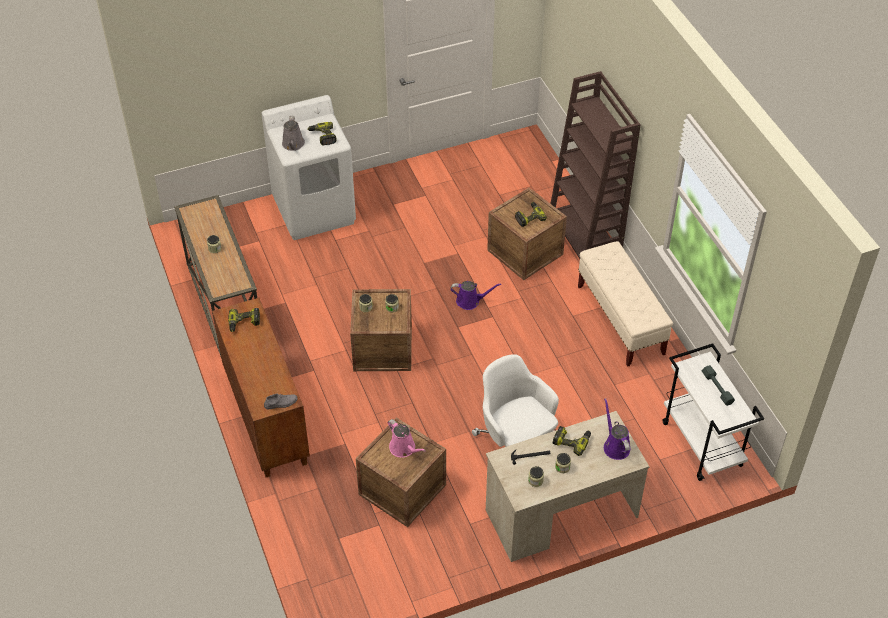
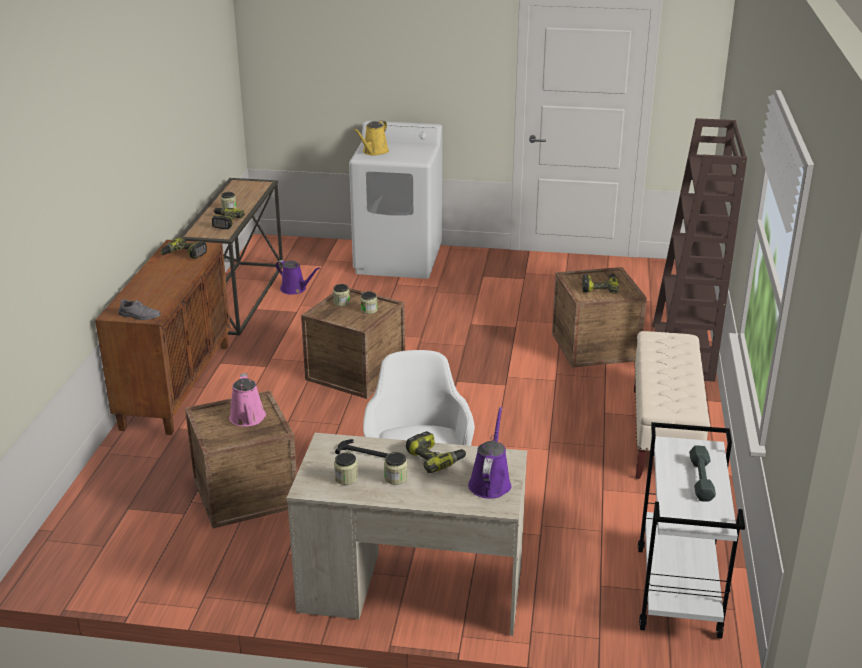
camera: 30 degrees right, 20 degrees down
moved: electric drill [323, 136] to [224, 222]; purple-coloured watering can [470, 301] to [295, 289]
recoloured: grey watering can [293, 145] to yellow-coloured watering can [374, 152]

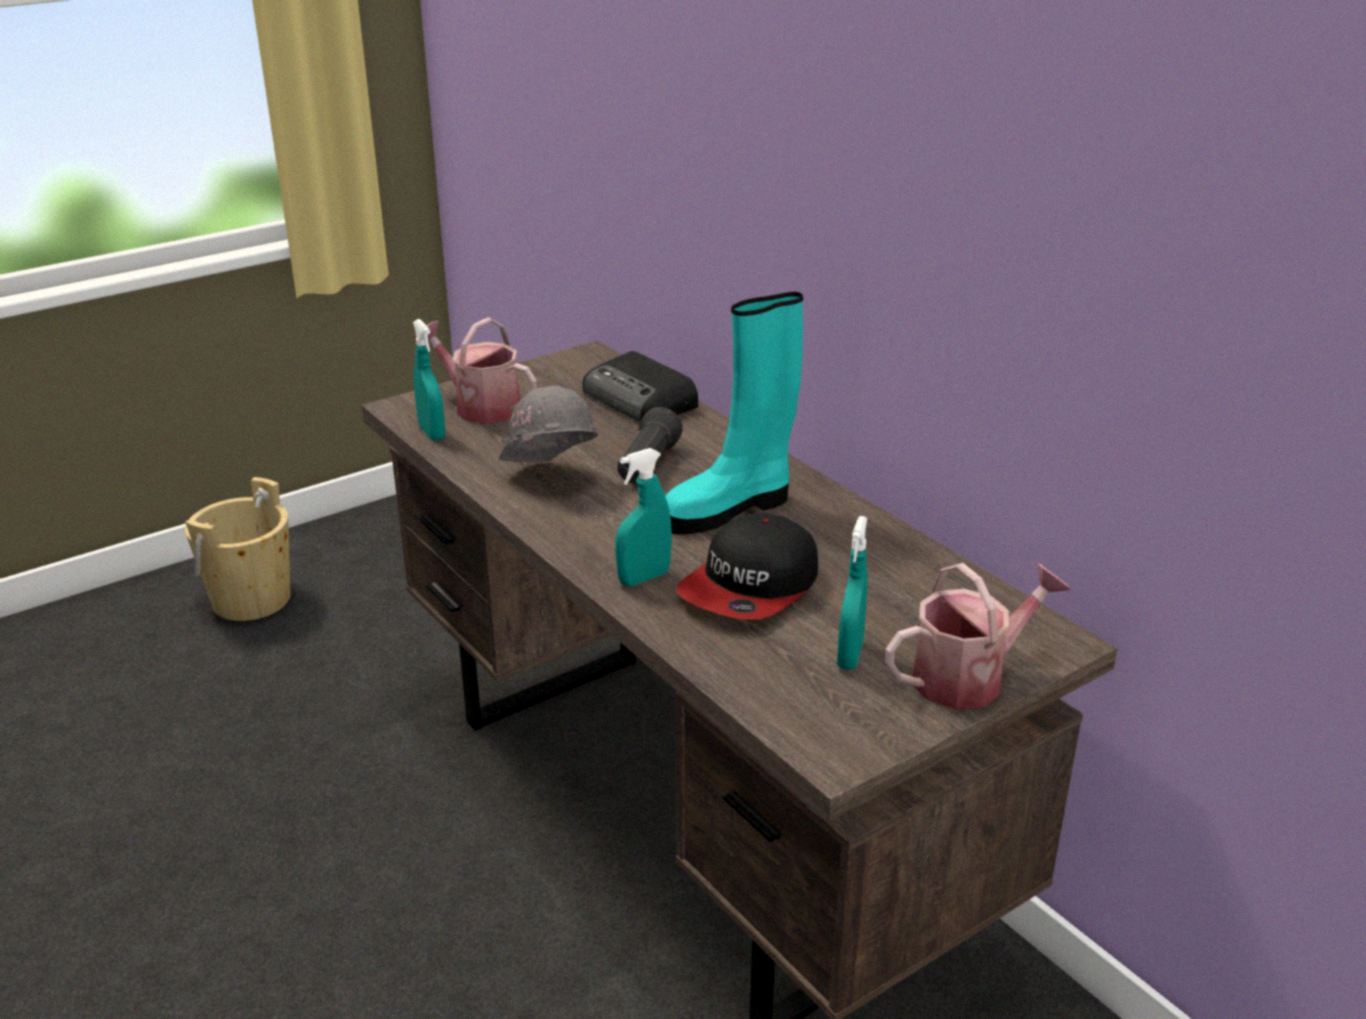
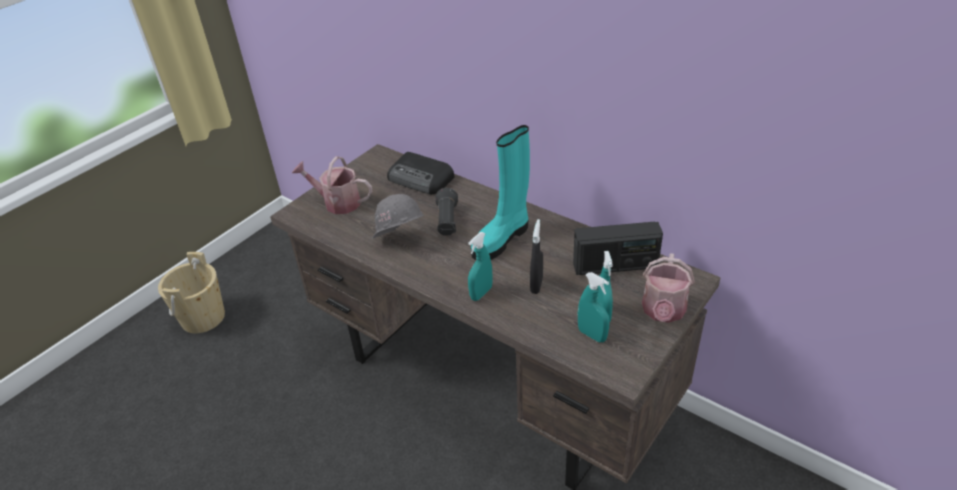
camera: 15 degrees left, 10 degrees up
added: radio receiver [615, 266]
moved: turquoise-coloured sprayer [432, 433] to [592, 335]
replaced: cap [751, 587] to blackish sprayer [536, 285]
turned: watering can [968, 677] = [663, 312] 150 degrees clockwise

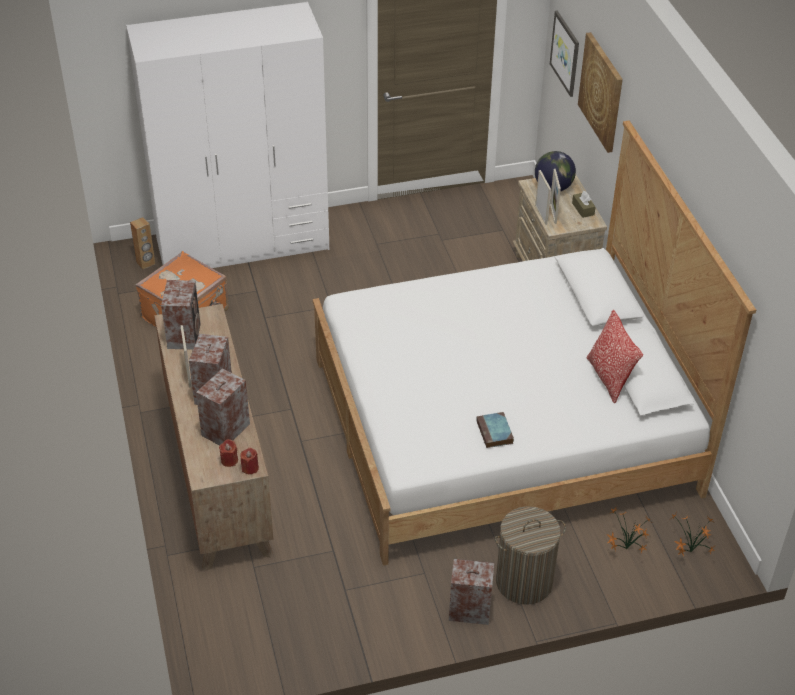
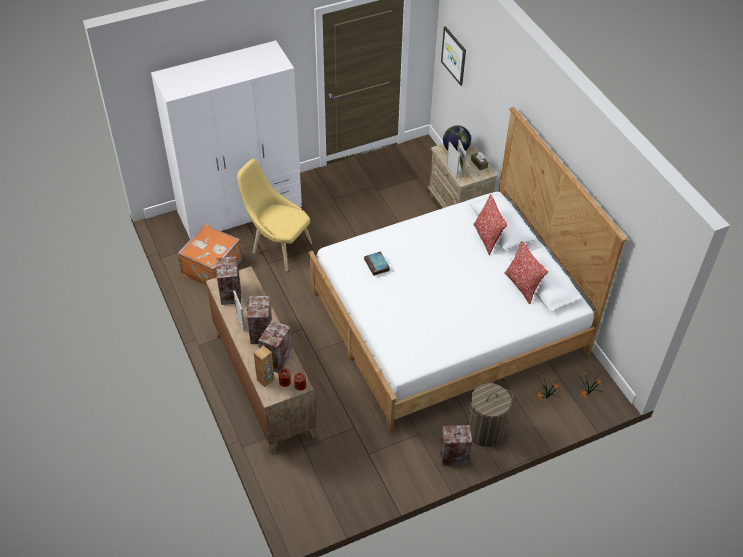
camera: 10 degrees left, 5 degrees up
removed: wall art [601, 92]
added: yellow-coloured chair [278, 247]; cushion [487, 238]
moved: brown-coloured audio speaker [146, 263] to [265, 380]; book [495, 433] to [377, 265]

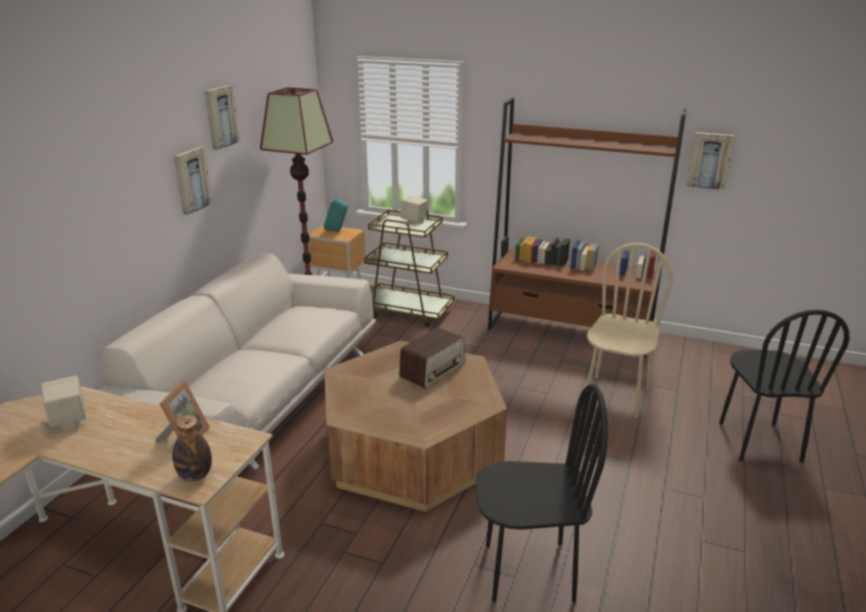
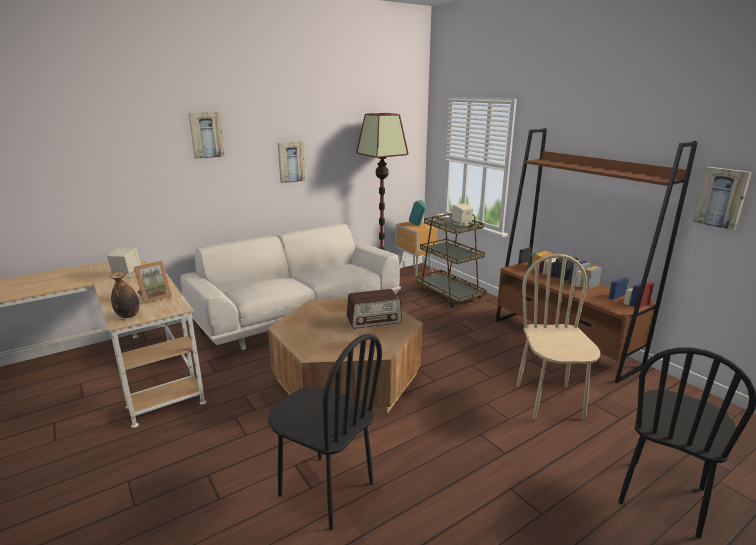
camera: 35 degrees right, 5 degrees down
moved: wall art [220, 117] to [206, 135]
turned: sand-coloured chair [616, 396] = [550, 401] 60 degrees counterclockwise

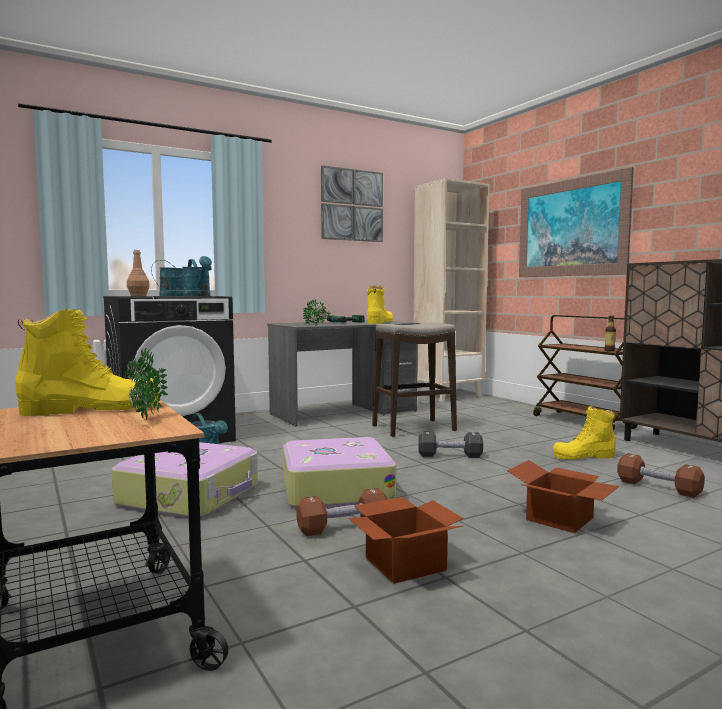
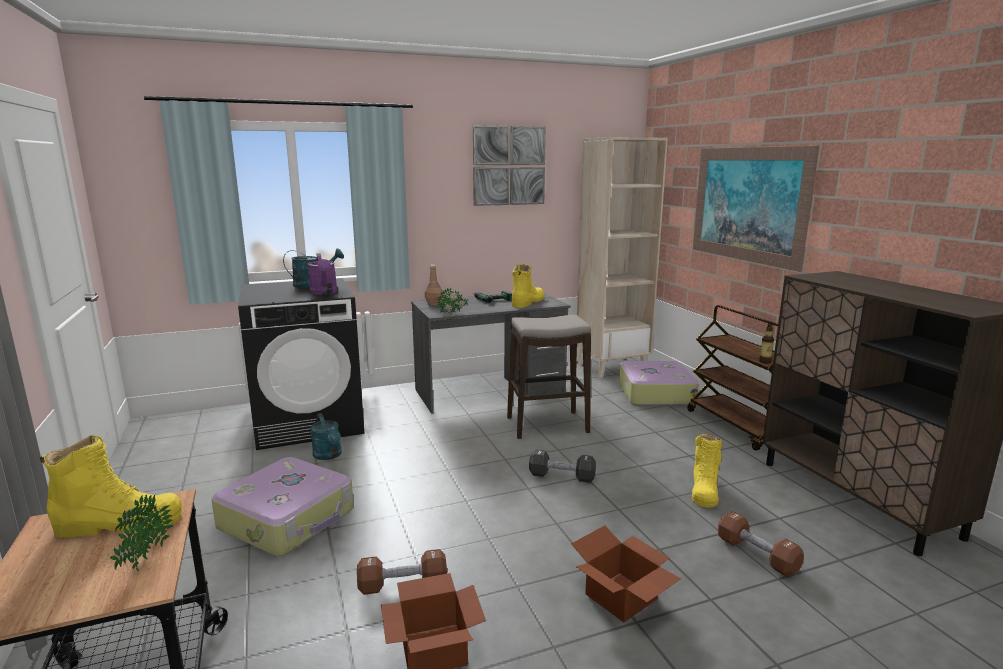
camera: 10 degrees right, 10 degrees up
moved: brown-coloured bottle [138, 296] to [434, 304]; travel case [335, 488] to [655, 393]
recoloured: turquoise-coloured watering can [198, 296] to purple-coloured watering can [324, 293]
turned: yellow-coloured boot [584, 456] = [704, 490] 75 degrees counterclockwise

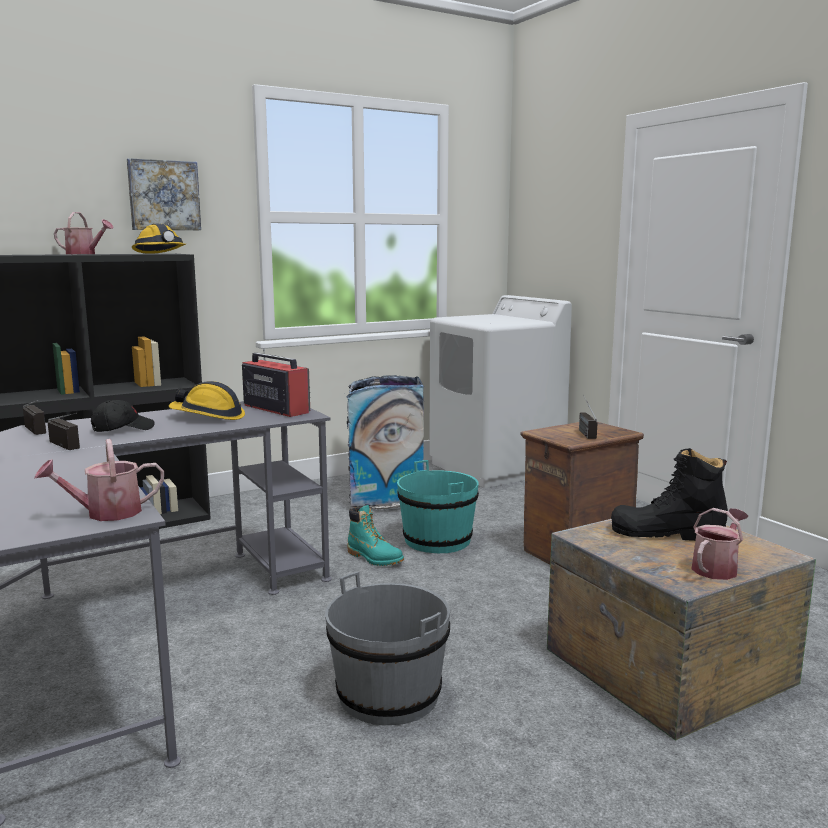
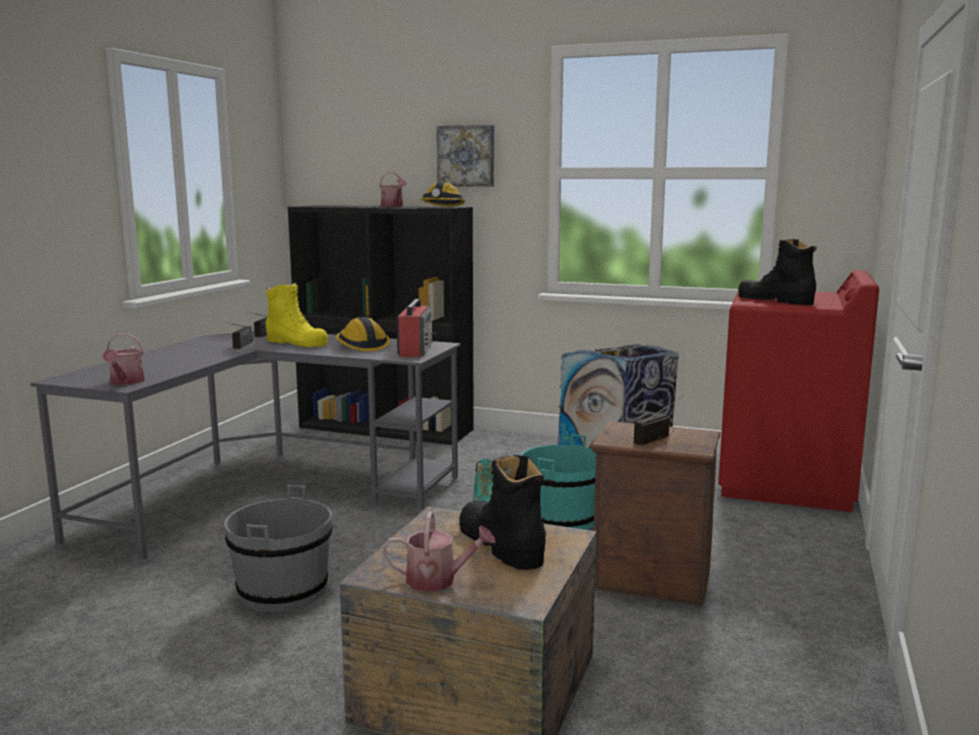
camera: 50 degrees right, 0 degrees up
added: blackish boot [774, 300]
replaced: blackish cap [122, 429] to yellow-coloured boot [297, 343]
recoloured: whitish laundry appliance [496, 468] to red-coloured laundry appliance [786, 483]
turned: watering can [106, 513] = [125, 382] 120 degrees counterclockwise

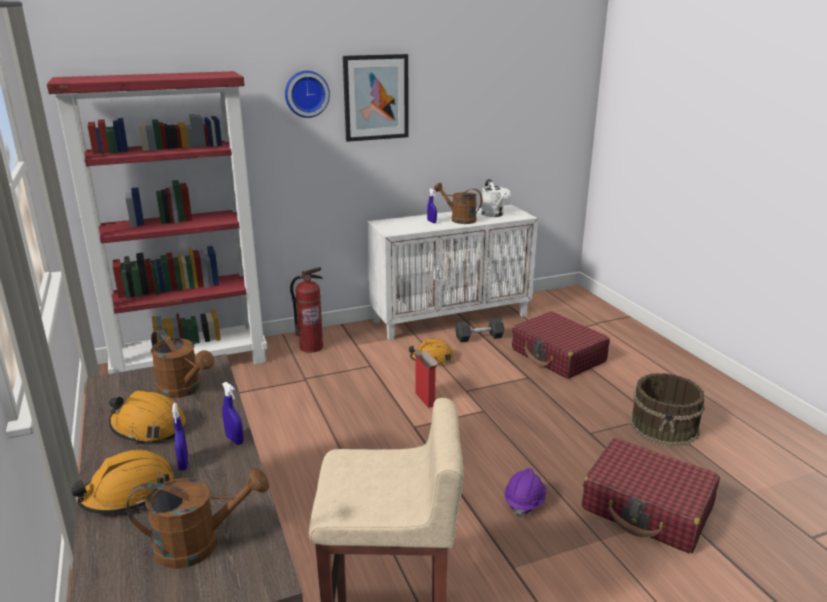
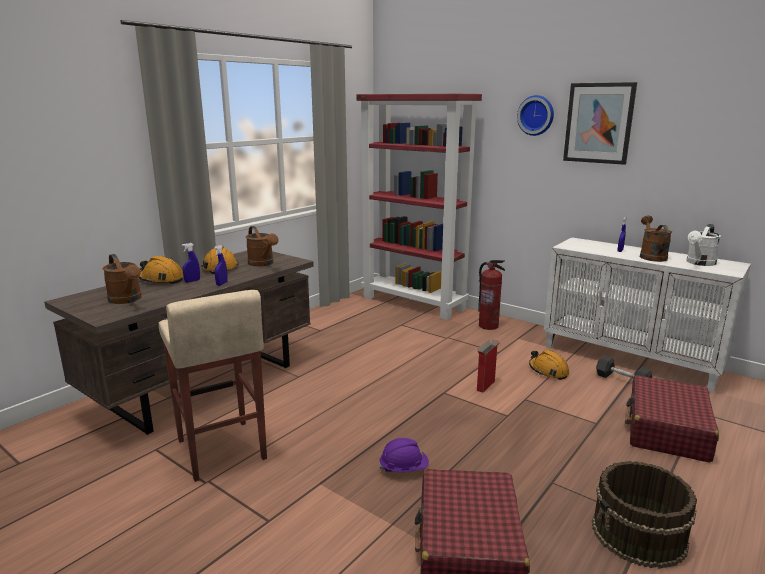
camera: 60 degrees right, 5 degrees down
turned: brown-coloured watering can [184, 390] = [263, 264] 45 degrees counterclockwise

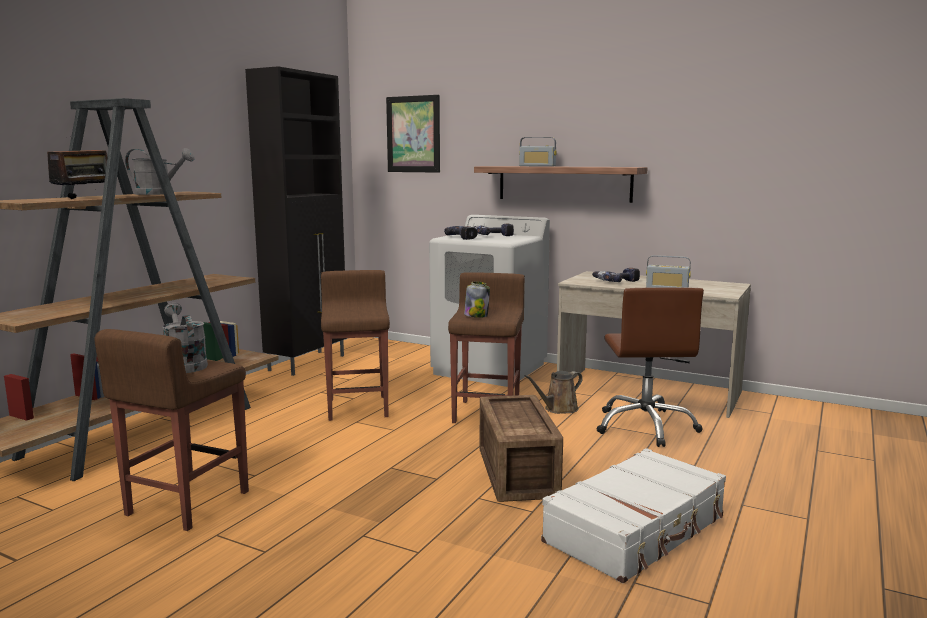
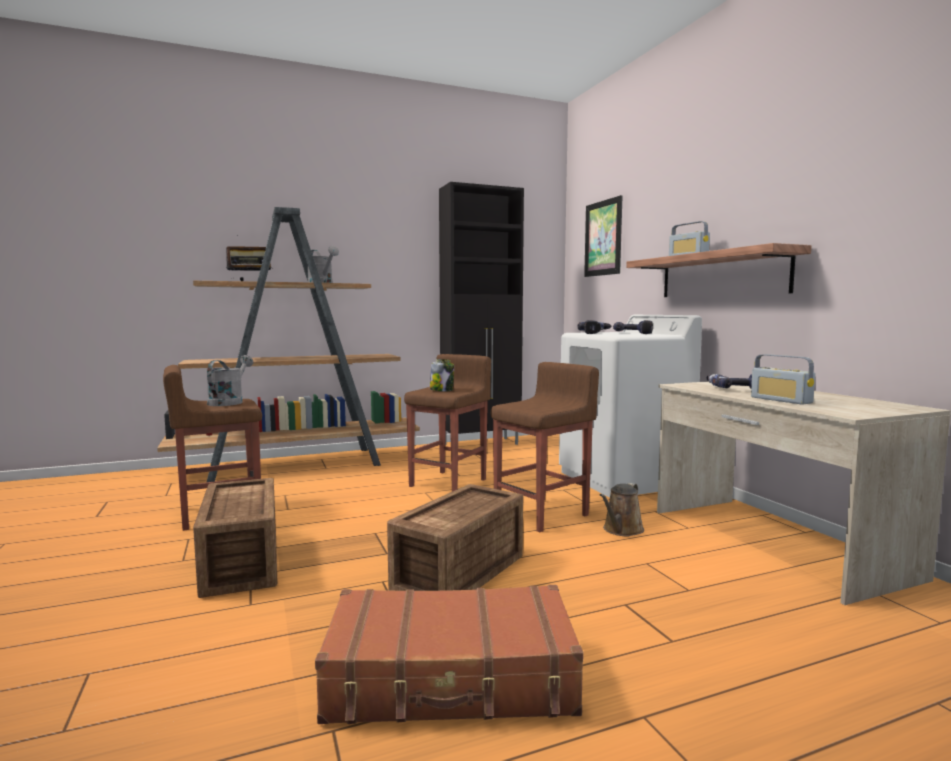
camera: 40 degrees right, 5 degrees down
removed: brown-coloured desk chair [645, 426]
added: crate [239, 563]
moved: preserve jar [476, 316] to [442, 390]
recoloured: whitish travel case [636, 530] to brown-coloured travel case [451, 678]
turned: brown-coloured watering can [558, 409] = [621, 530] 60 degrees counterclockwise

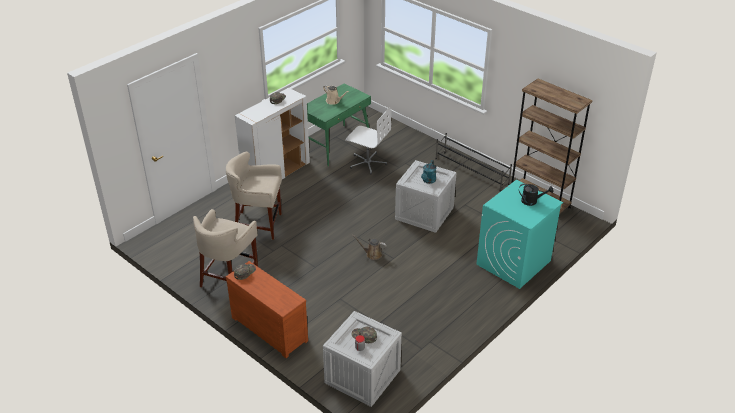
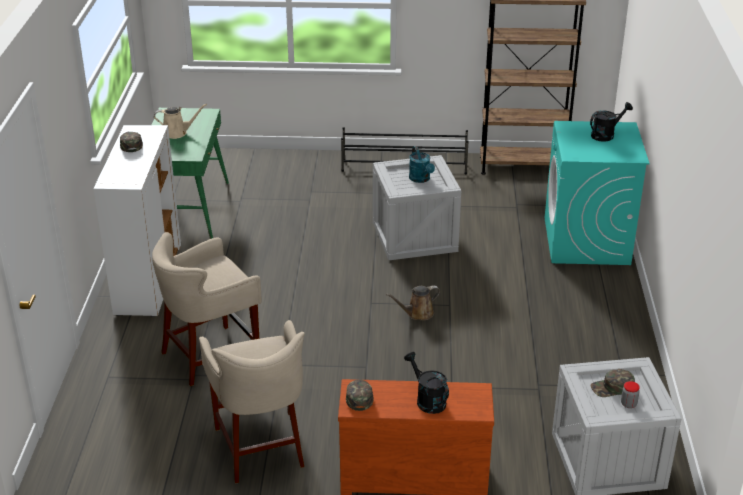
camera: 40 degrees left, 5 degrees down
removed: whitish desk chair [367, 163]
added: blackish watering can [427, 400]

